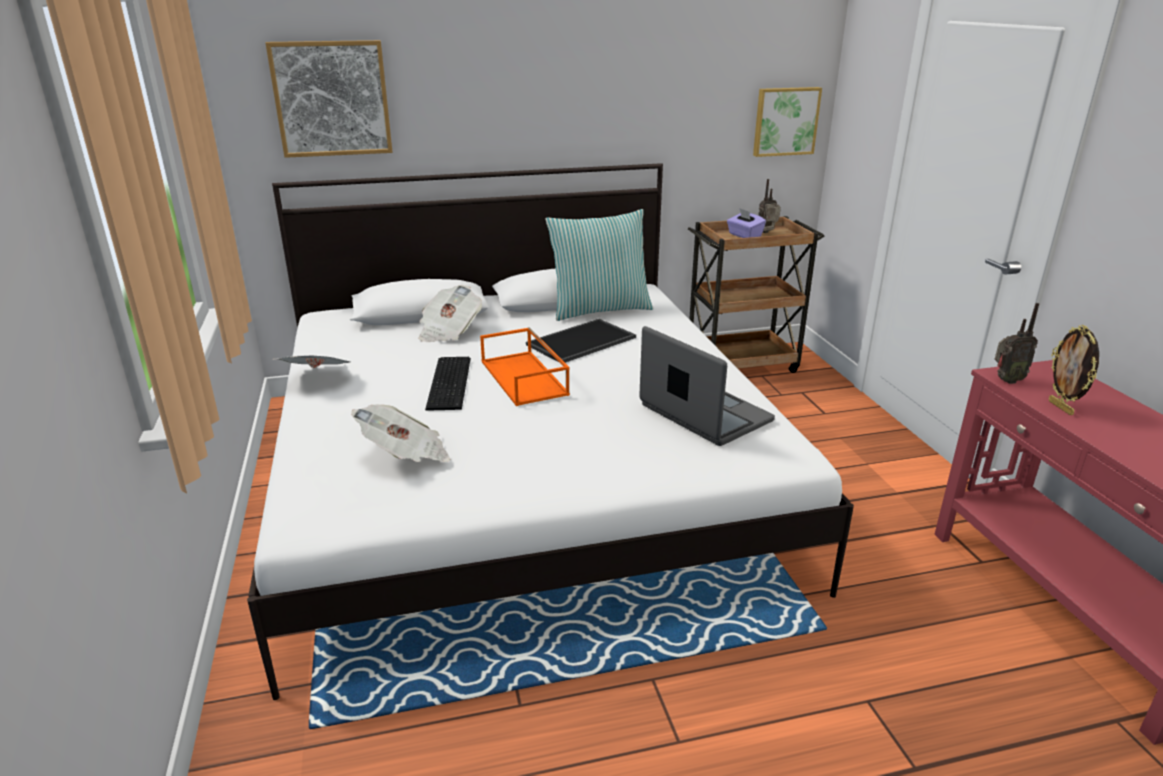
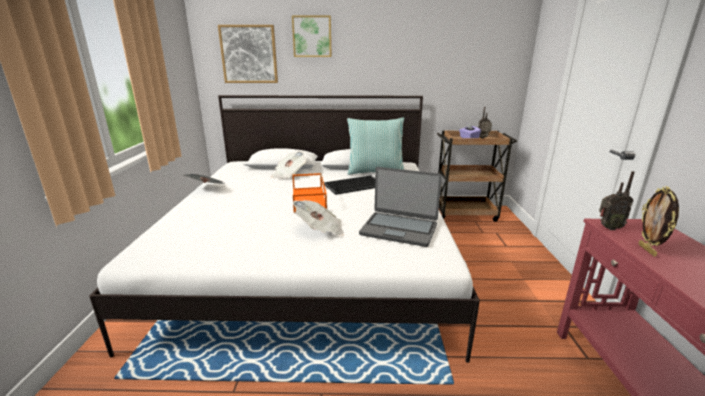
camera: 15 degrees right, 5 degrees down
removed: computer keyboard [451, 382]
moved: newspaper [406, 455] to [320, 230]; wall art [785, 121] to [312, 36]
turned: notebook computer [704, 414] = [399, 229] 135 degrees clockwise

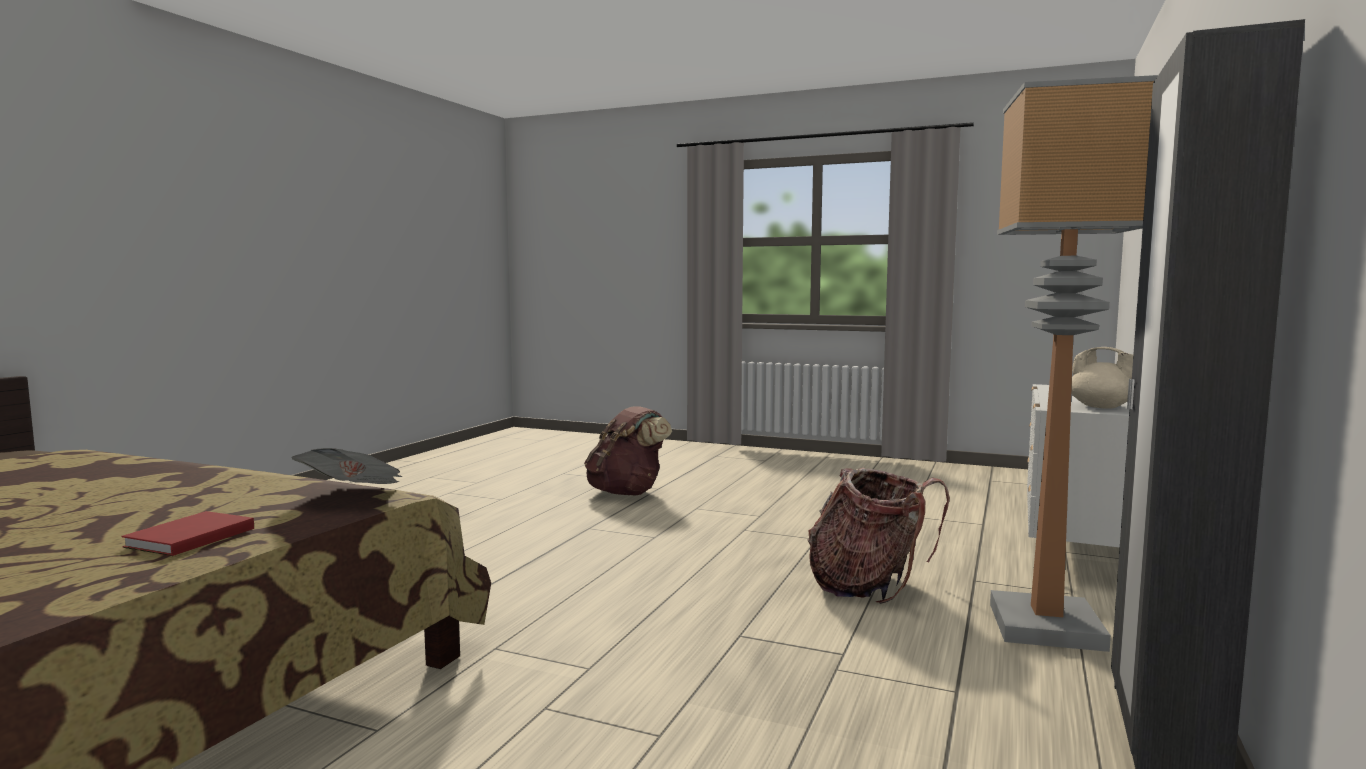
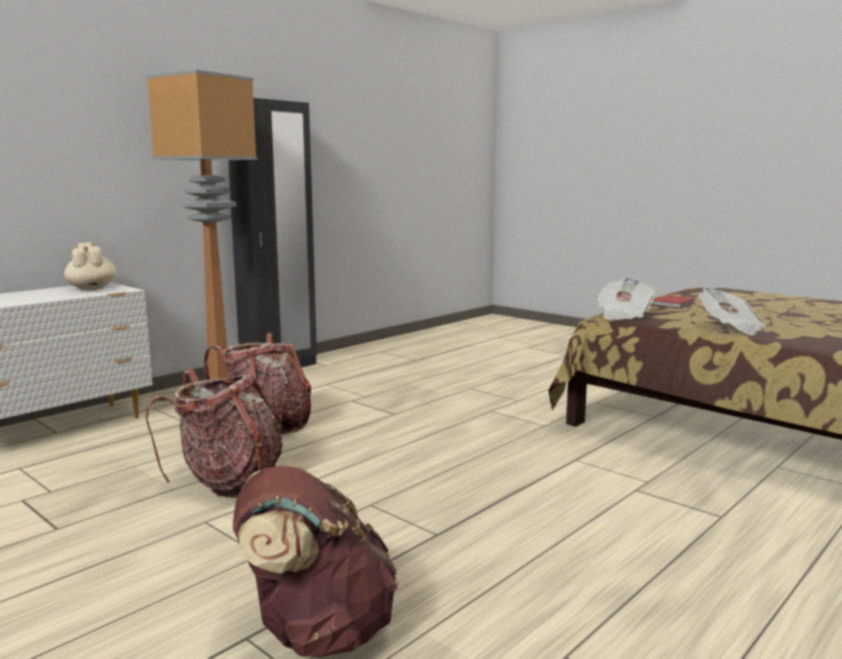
camera: 160 degrees left, 5 degrees up
added: knapsack [229, 481]; newspaper [730, 328]

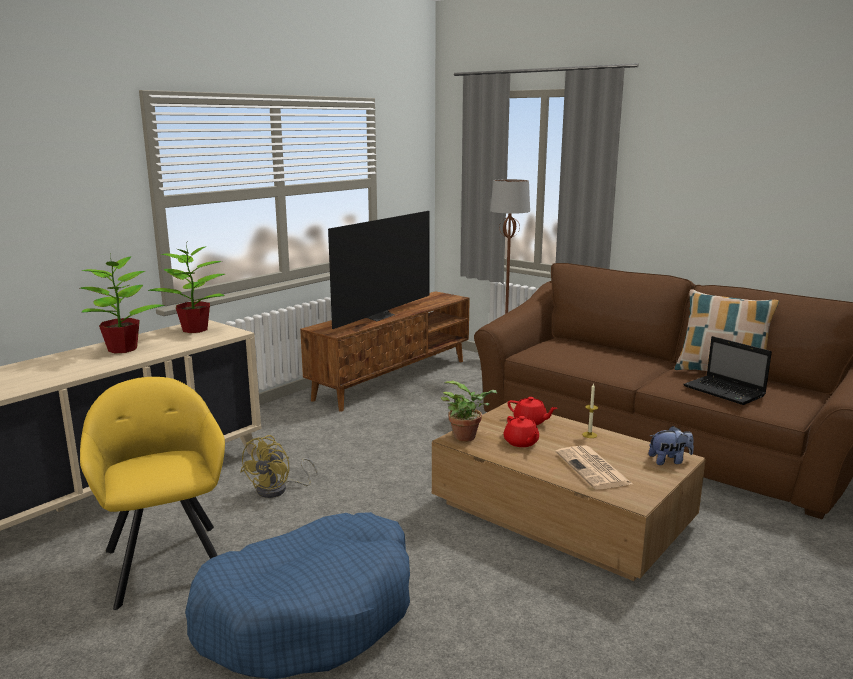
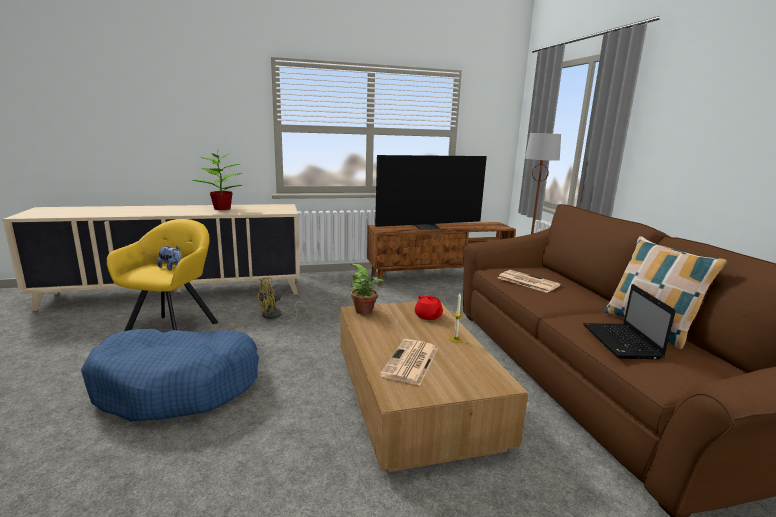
camera: 35 degrees right, 0 degrees up
removed: plant in a pot [196, 329]; red-coloured pot for tea [521, 442]
added: newspaper [527, 281]
moved: plush toy [669, 461] to [172, 268]

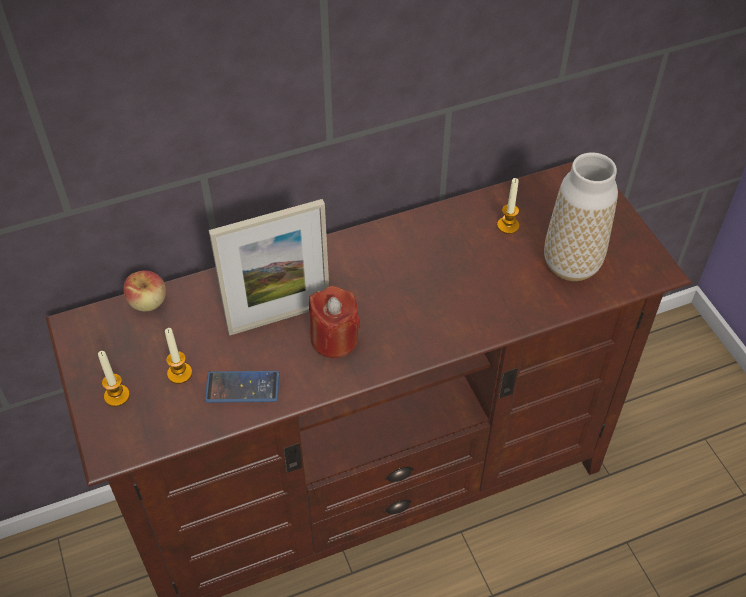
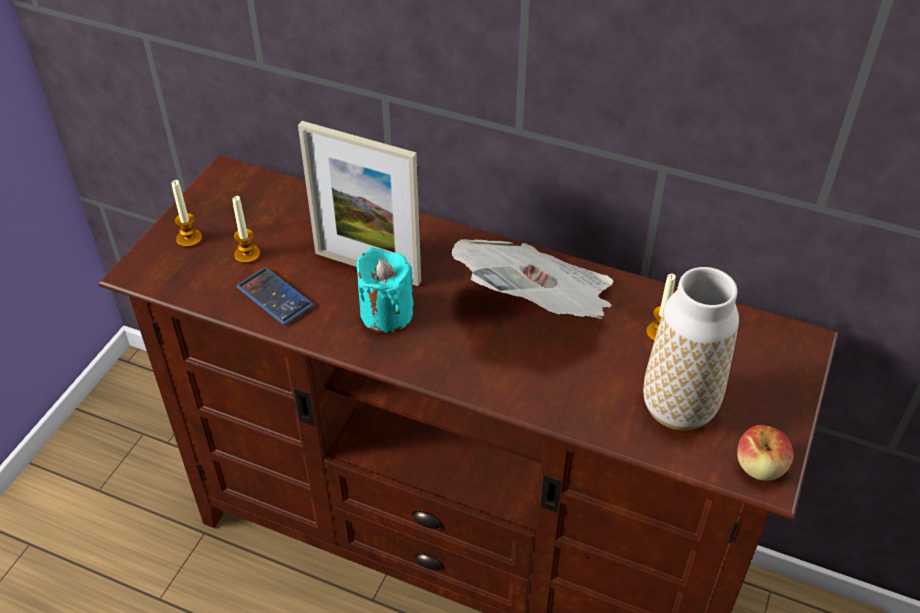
camera: 45 degrees right, 5 degrees down
added: newspaper [538, 307]
moved: apple fruit [148, 302] to [760, 467]
recoloured: red-coloured wax candle [334, 339] to turquoise-coloured wax candle [386, 314]

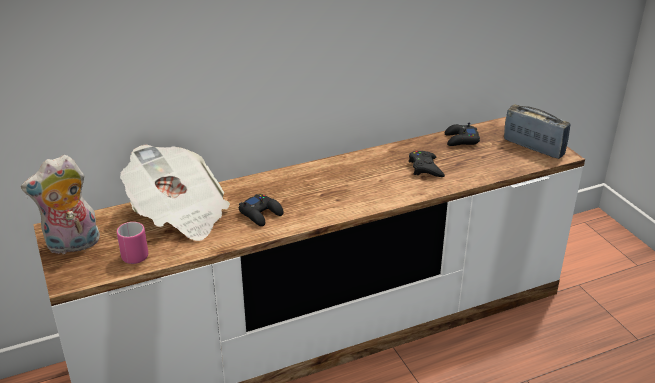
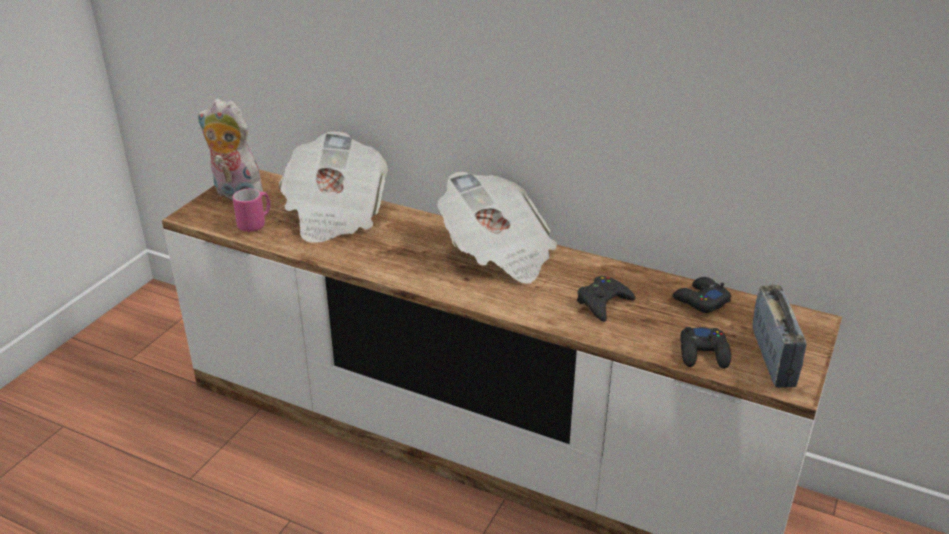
camera: 50 degrees right, 0 degrees up
added: newspaper [498, 253]
moved: blackish joypad [261, 214] to [704, 353]

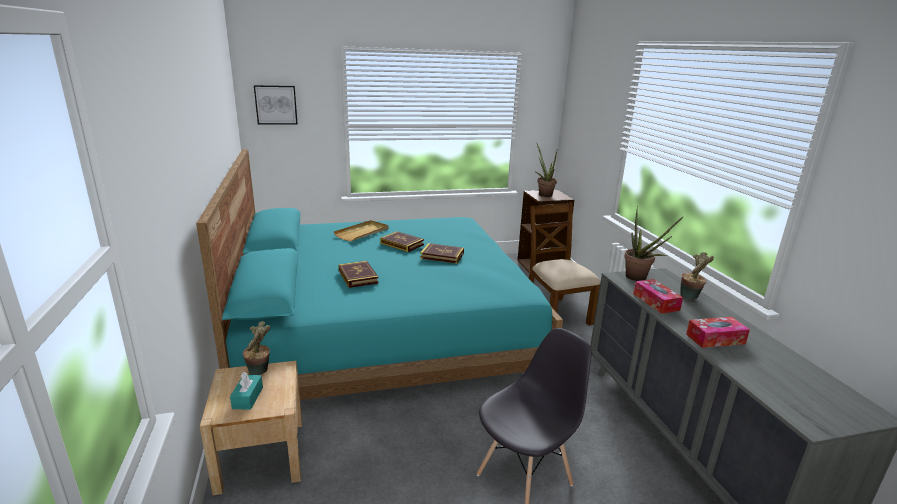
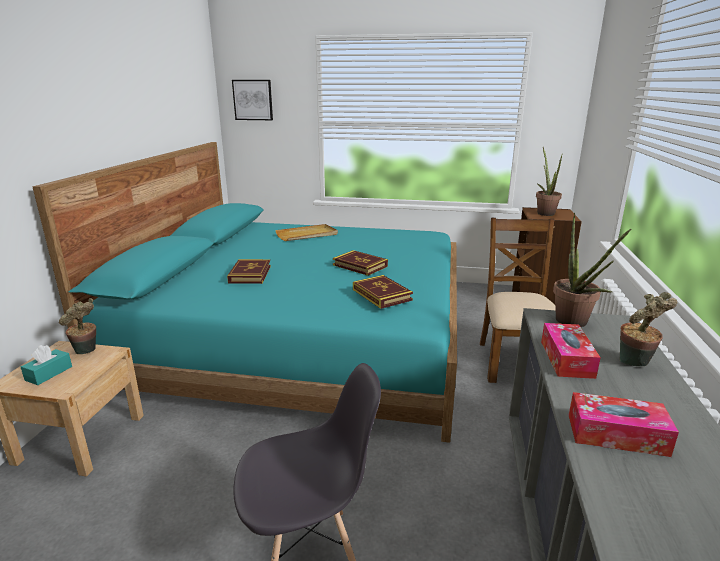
camera: 25 degrees right, 0 degrees up
moved: book [402, 244] to [381, 295]

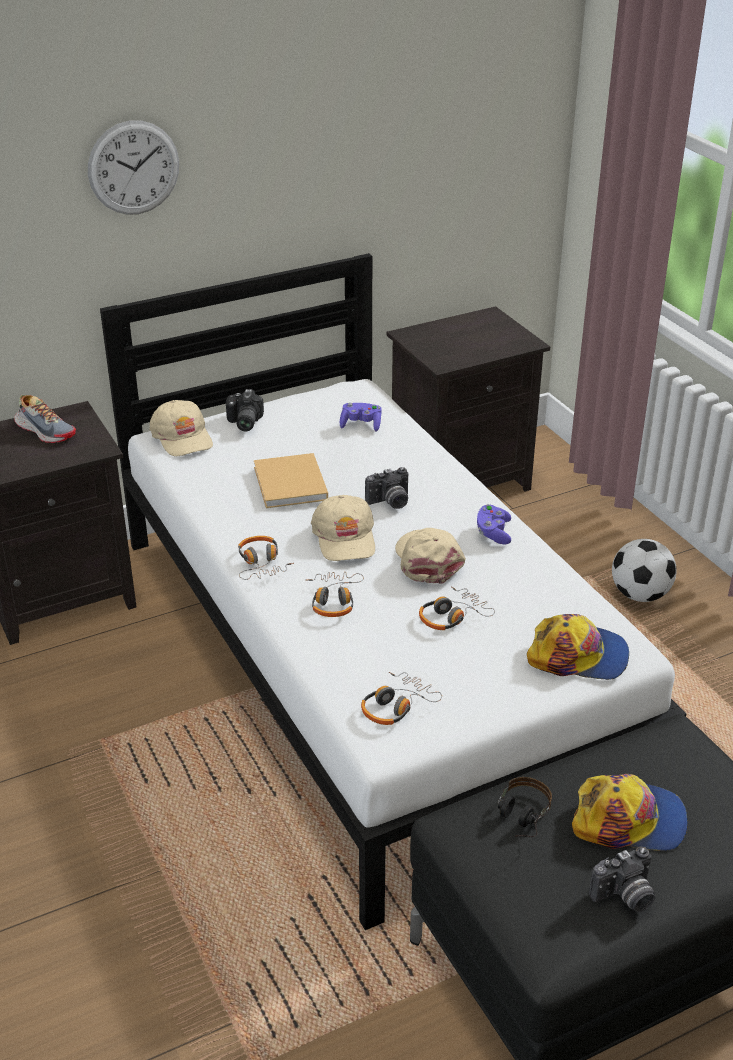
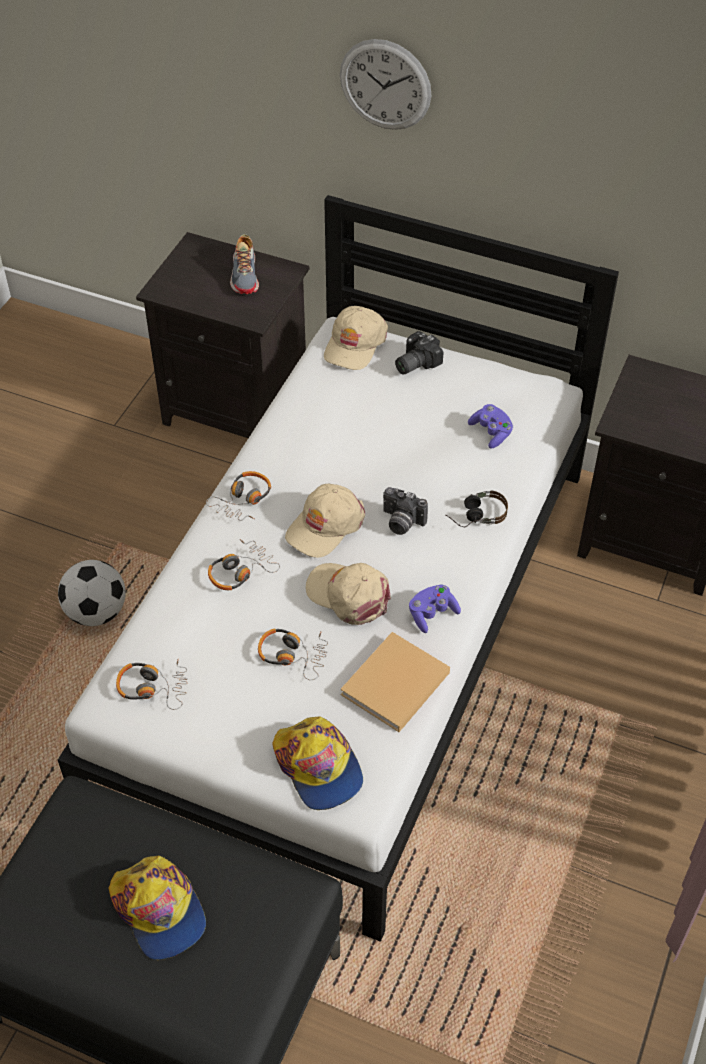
camera: 50 degrees right, 15 degrees up
removed: still camera [624, 897]
moved: sand-coloured book [291, 485] to [393, 686]; headphones [520, 819] to [474, 516]; ball for football [640, 594] to [97, 612]
turned: sand-coloured cap [428, 560] = [348, 595] 90 degrees counterclockwise

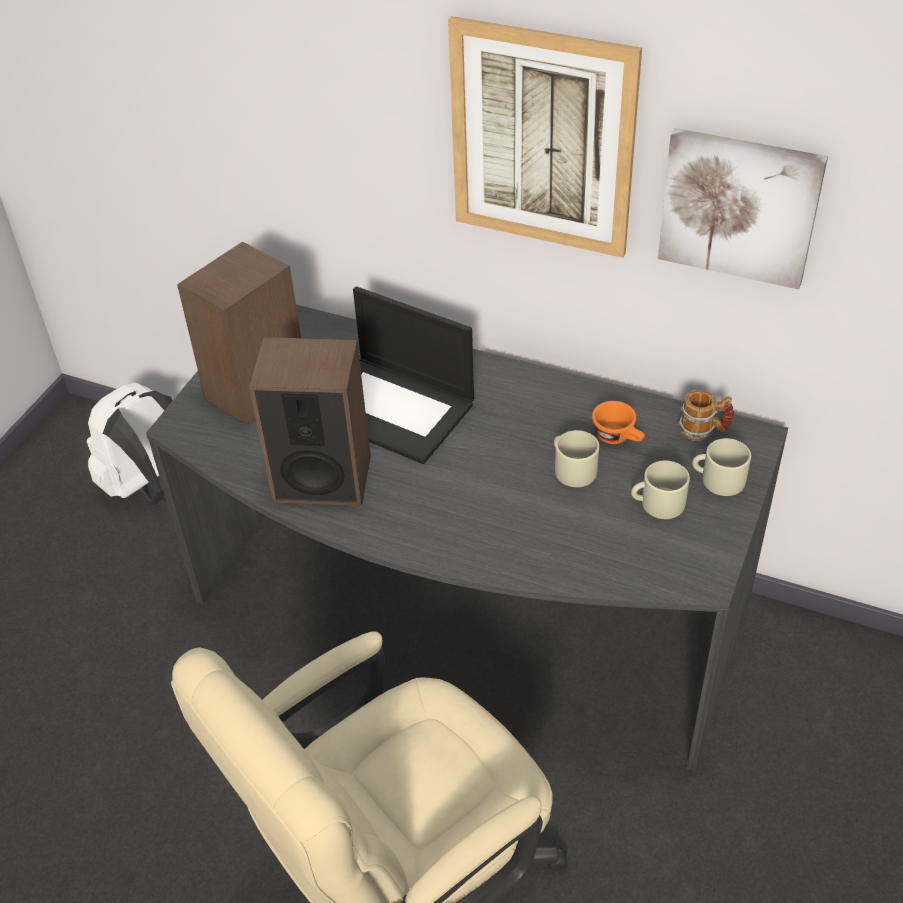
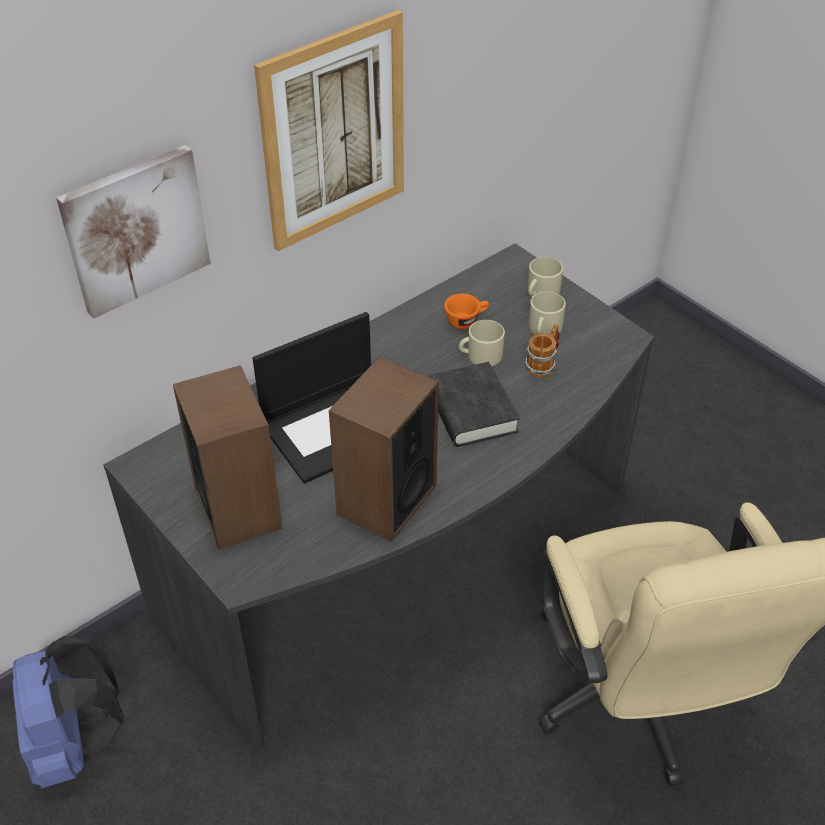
camera: 65 degrees left, 0 degrees up
added: blackish book [471, 411]
moved: wall art [739, 206] to [135, 230]; tea mug [704, 430] to [543, 364]
recoloured: whitish knapsack [151, 486] to blue knapsack [74, 745]

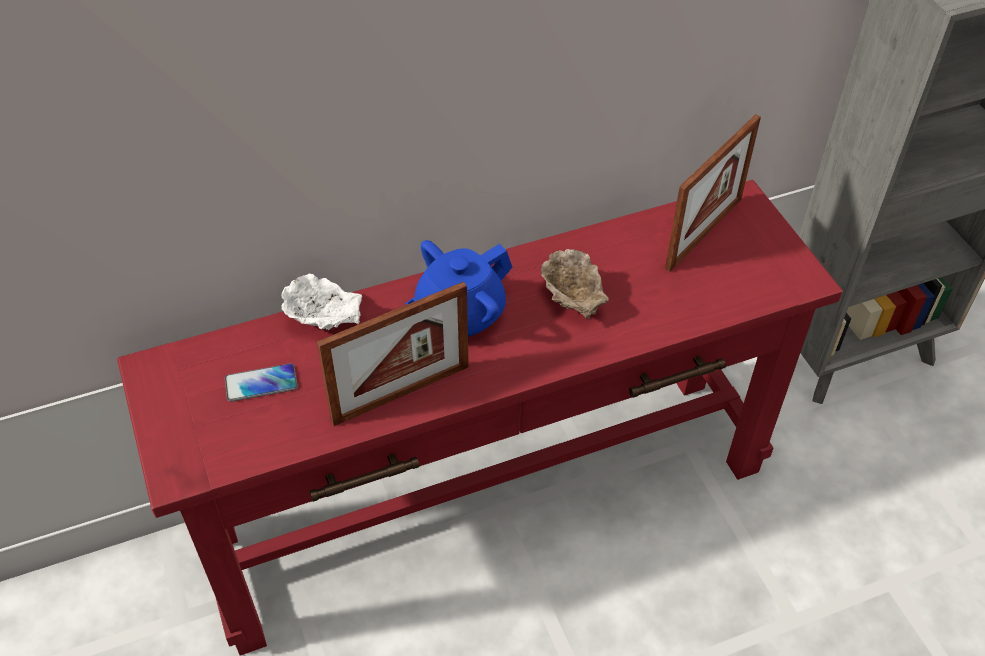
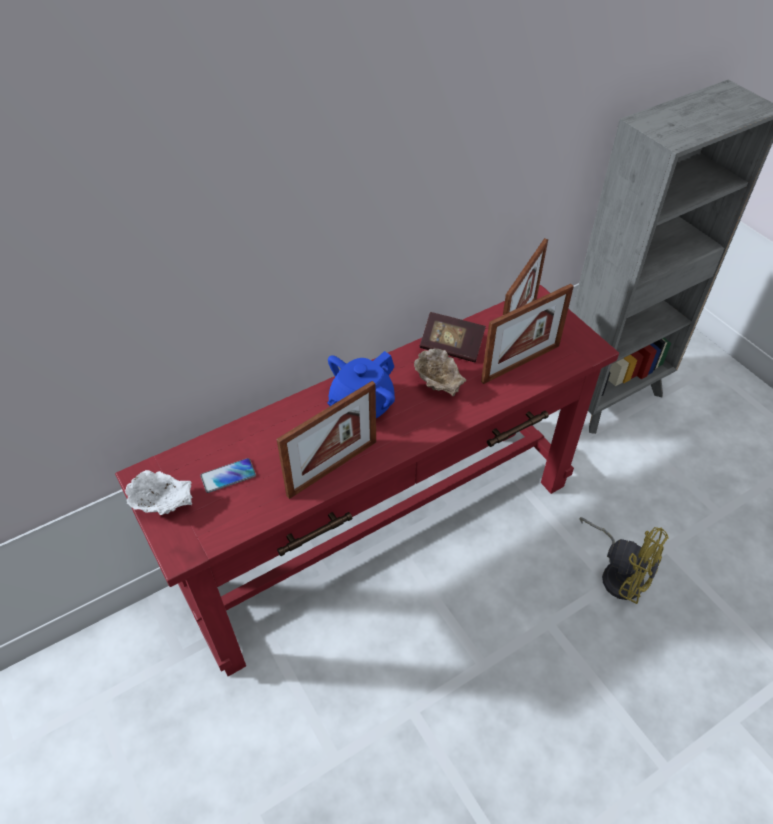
camera: 10 degrees left, 0 degrees up
added: book [451, 346]; picture frame [520, 363]; yellow-coloured fan [619, 573]
moved: whitish bowl [324, 322] to [164, 505]

